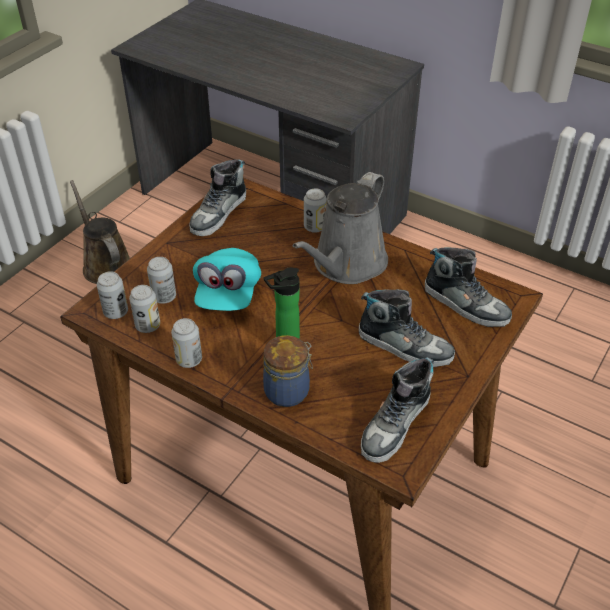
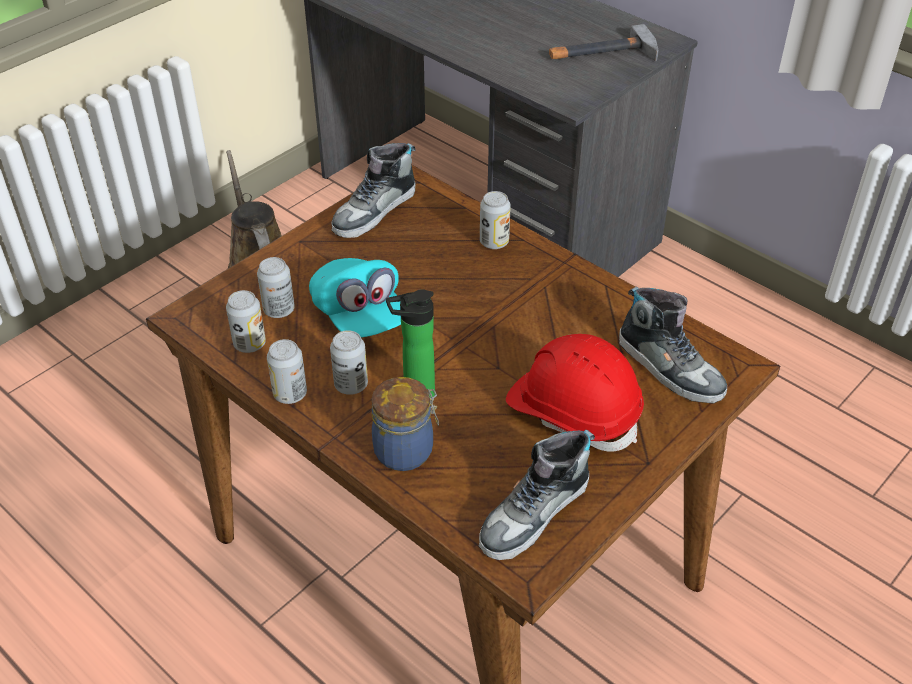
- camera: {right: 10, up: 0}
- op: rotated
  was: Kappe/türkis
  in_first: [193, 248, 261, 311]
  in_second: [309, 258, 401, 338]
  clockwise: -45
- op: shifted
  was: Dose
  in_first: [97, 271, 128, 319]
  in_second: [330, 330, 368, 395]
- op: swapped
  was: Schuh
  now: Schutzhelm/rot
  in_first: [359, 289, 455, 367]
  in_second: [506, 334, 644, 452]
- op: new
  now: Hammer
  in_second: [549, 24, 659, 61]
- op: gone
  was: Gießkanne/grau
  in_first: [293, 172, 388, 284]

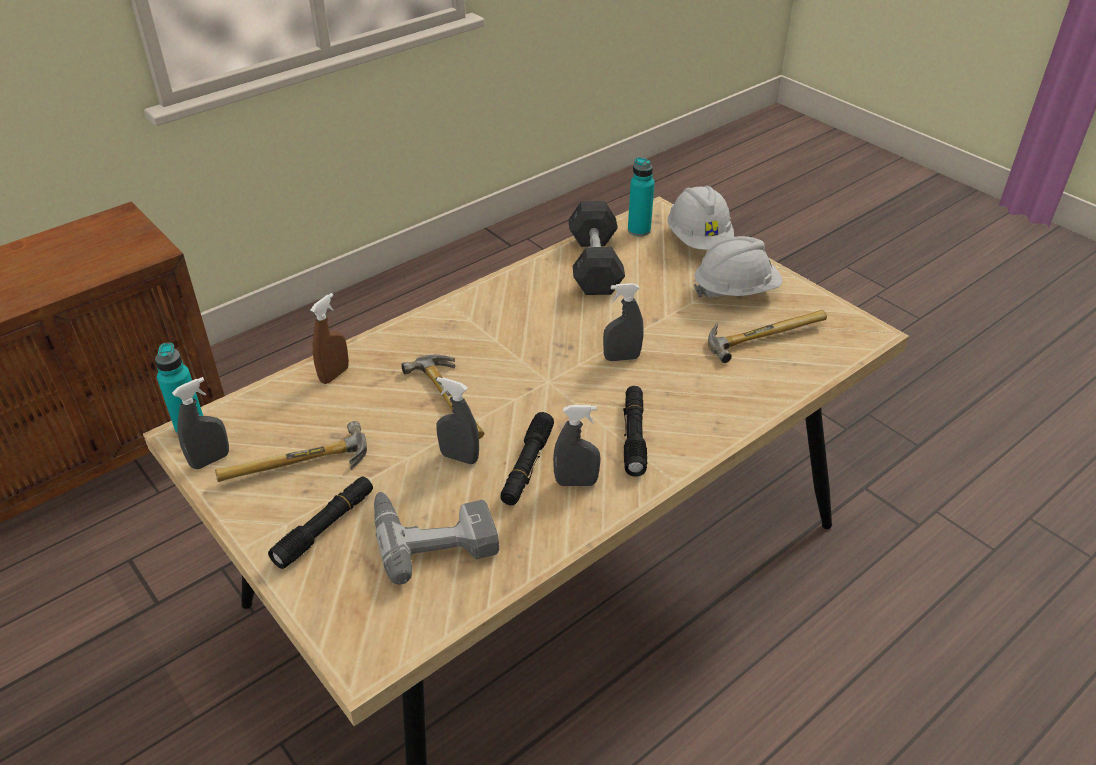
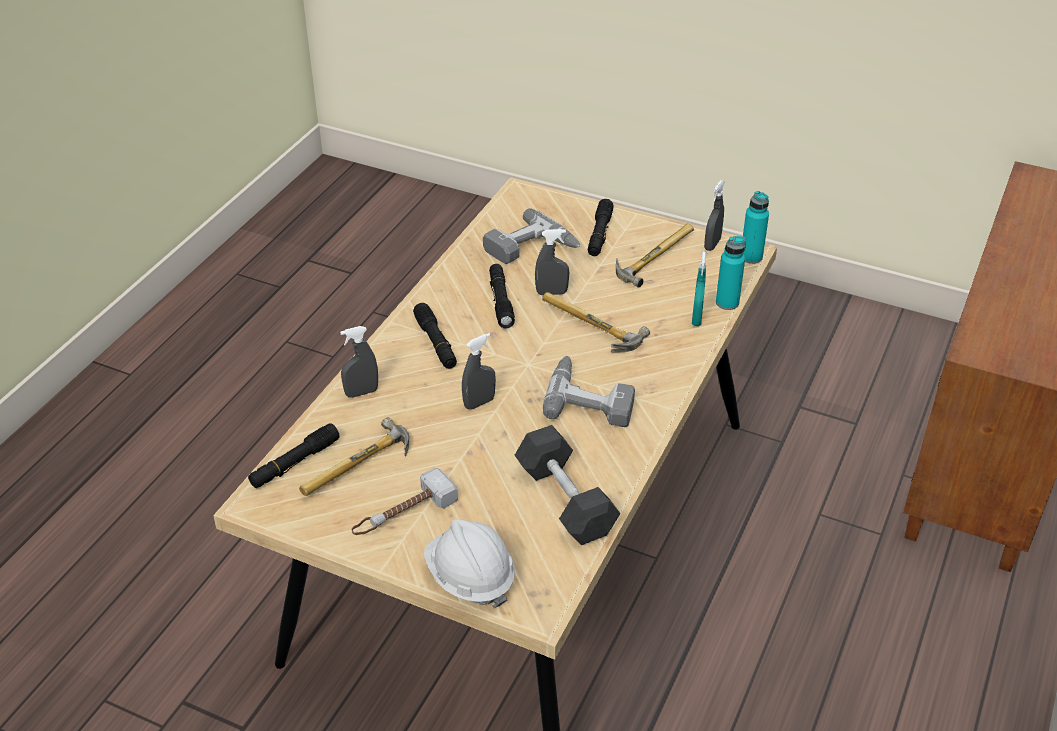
- camera: {right: 155, up: 0}
- op: new
  now: Taschenlampe/schwarz
  in_second: [248, 423, 340, 488]
- op: shifted
  was: Sprühflasche/grau
  in_first: [553, 405, 601, 486]
  in_second: [340, 326, 378, 398]
- op: swapped
  was: Schutzhelm/weiß
  now: Hammer
  in_first: [694, 236, 782, 298]
  in_second: [352, 468, 458, 535]
- op: new
  now: Bohrmaschine
  in_second: [543, 356, 635, 427]
- op: repainted
  was: Sprühflasche/braun
  now: Sprühflasche/türkis
  in_first: [310, 293, 349, 384]
  in_second: [692, 252, 707, 326]
- op: shifted
  was: Flasche/türkis
  in_first: [628, 157, 655, 237]
  in_second: [716, 236, 746, 310]

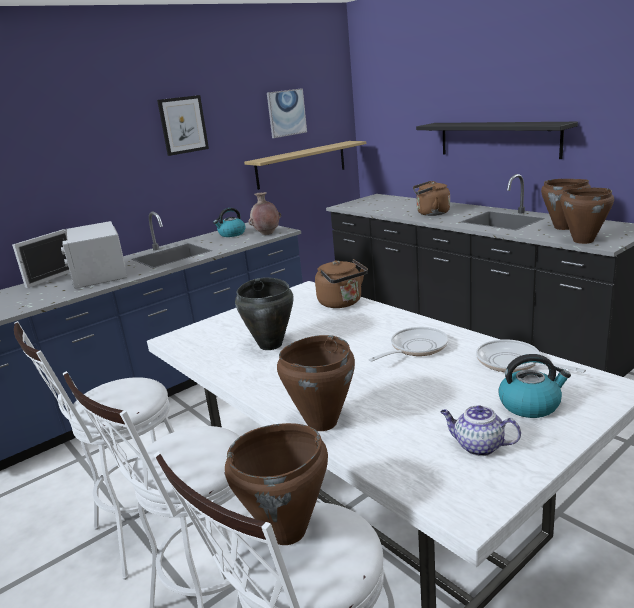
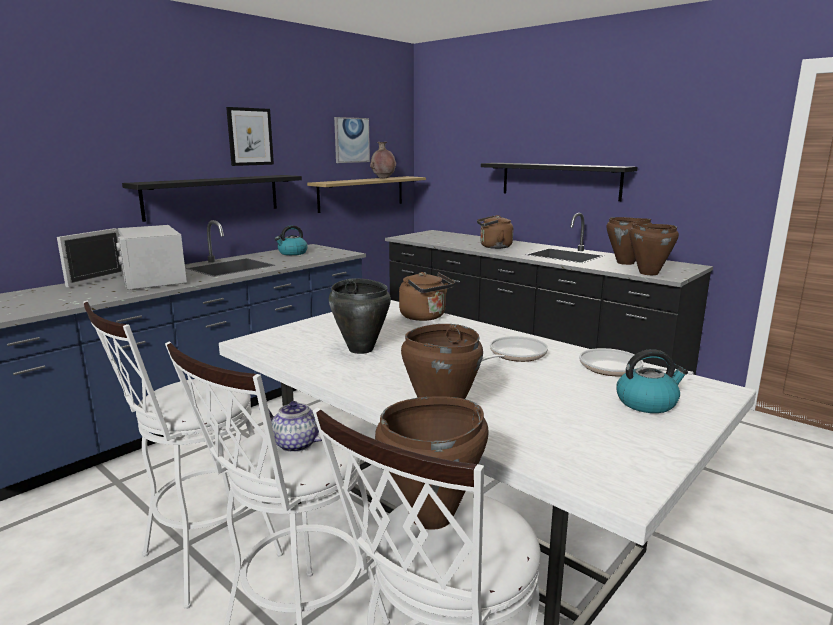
- camera: {right: -10, up: -5}
- op: new
  now: Wandregal/schwarz
  in_second: [122, 175, 302, 222]
- op: shifted
  was: Teekanne
  in_first: [440, 405, 521, 456]
  in_second: [268, 401, 322, 452]
- op: shifted
  was: Vase/braun
  in_first: [248, 192, 281, 235]
  in_second: [370, 142, 396, 179]

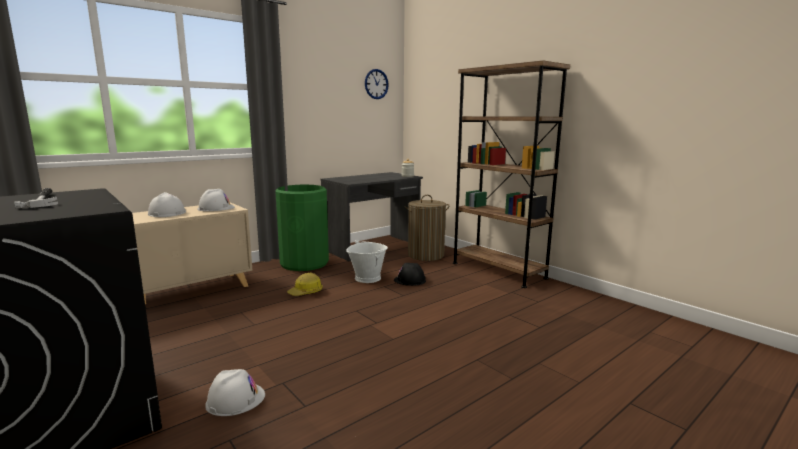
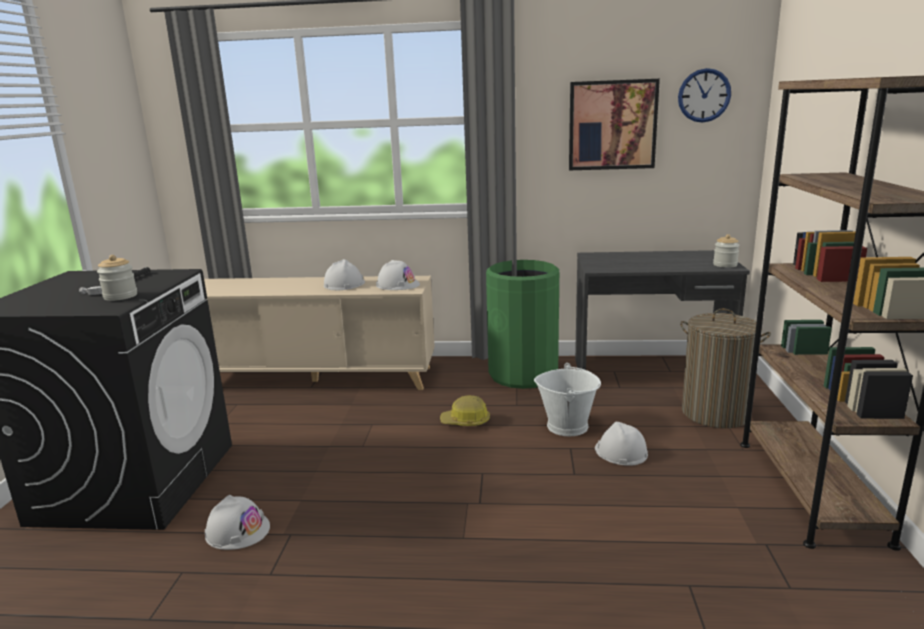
- camera: {right: 45, up: 5}
- op: new
  now: Vorratsglas
  in_second: [97, 255, 137, 301]
- op: new
  now: Bild
  in_second: [569, 79, 660, 170]
- op: repainted
  was: Schutzhelm/schwarz
  now: Schutzhelm/weiß
  in_first: [394, 263, 426, 286]
  in_second: [595, 422, 648, 466]

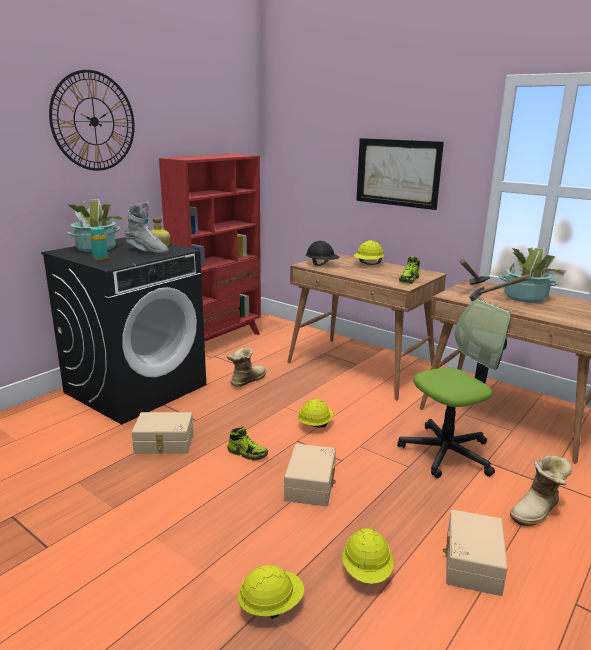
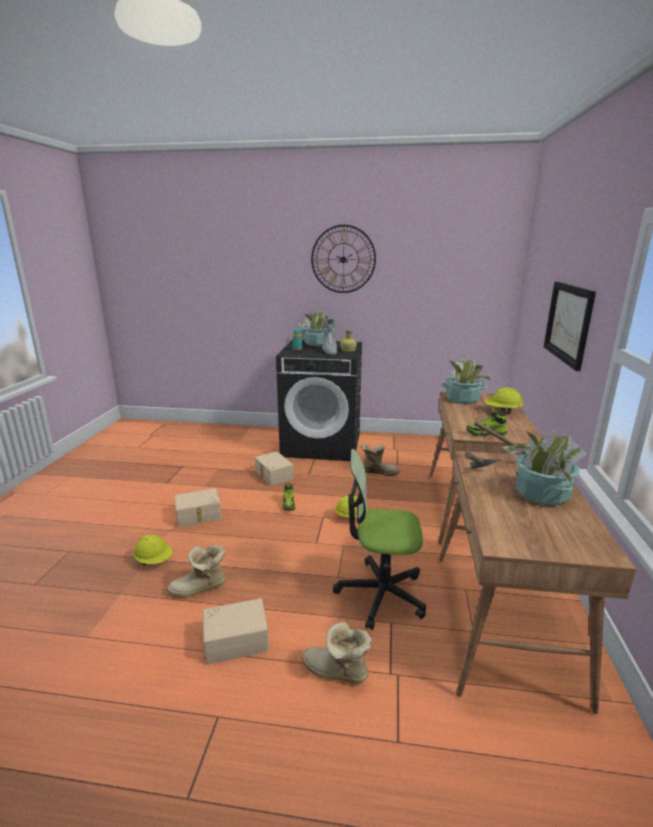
- camera: {right: 60, up: 0}
- op: swapped
  was: Schutzhelm/gelb
  now: Stiefel
  in_first: [342, 528, 394, 584]
  in_second: [167, 544, 226, 598]
- op: shifted
  was: Aufbewahrungsbox/beige
  in_first: [284, 444, 336, 507]
  in_second: [174, 488, 221, 527]
- op: rotated
  was: Bürostuhl
  in_first: [397, 300, 511, 478]
  in_second: [333, 449, 426, 630]
  clockwise: 150
- op: swapped
  was: Schutzhelm/schwarz
  now: Topfpflanze
  in_first: [306, 241, 340, 266]
  in_second: [441, 359, 493, 404]
- op: gone
  was: Bücherregal/rot
  in_first: [159, 154, 261, 342]

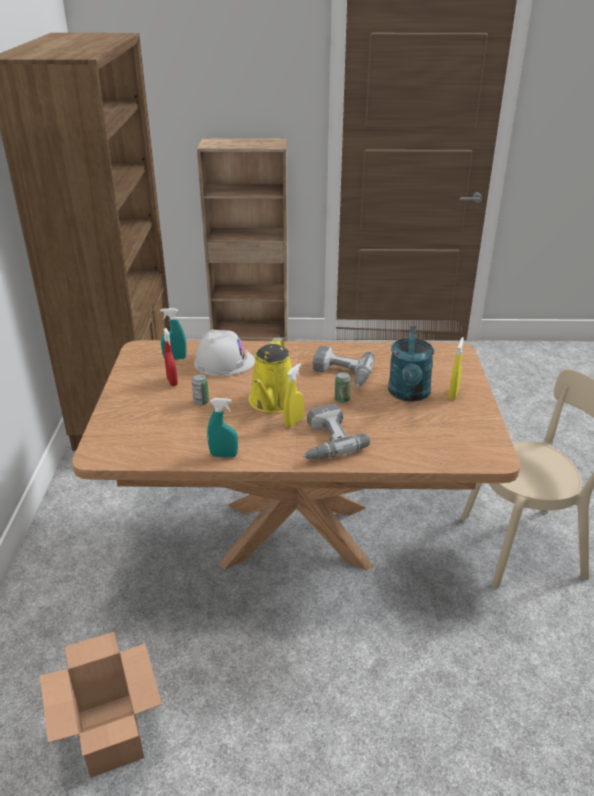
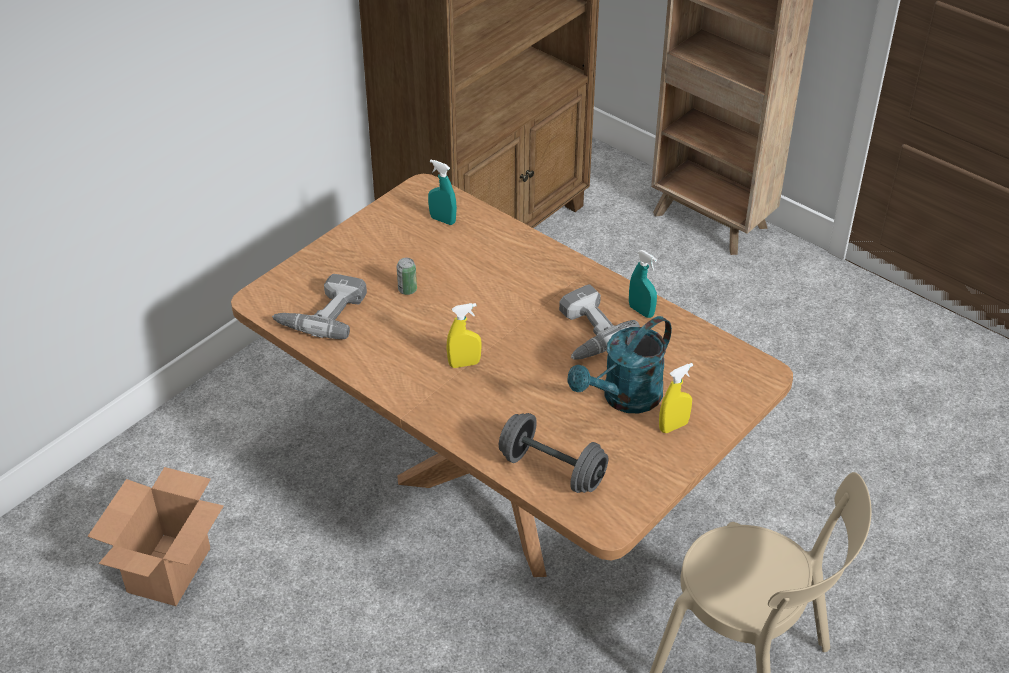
- camera: {right: 40, up: 10}
- op: shifted
  was: Bohrmaschine
  in_first: [303, 404, 370, 459]
  in_second: [272, 274, 367, 339]
- op: new
  now: Hantel/grau
  in_second: [499, 413, 608, 493]
- op: shifted
  was: Sprühflasche/türkis
  in_first: [207, 398, 238, 458]
  in_second: [629, 250, 657, 318]
- op: gone
  was: Sprühflasche/rot
  in_first: [164, 328, 178, 386]
- op: gone
  was: Schutzhelm/weiß
  in_first: [194, 330, 255, 376]
- op: gone
  was: Gießkanne/gelb
  in_first: [249, 338, 297, 413]
- op: gone
  was: Dose
  in_first: [335, 372, 351, 403]

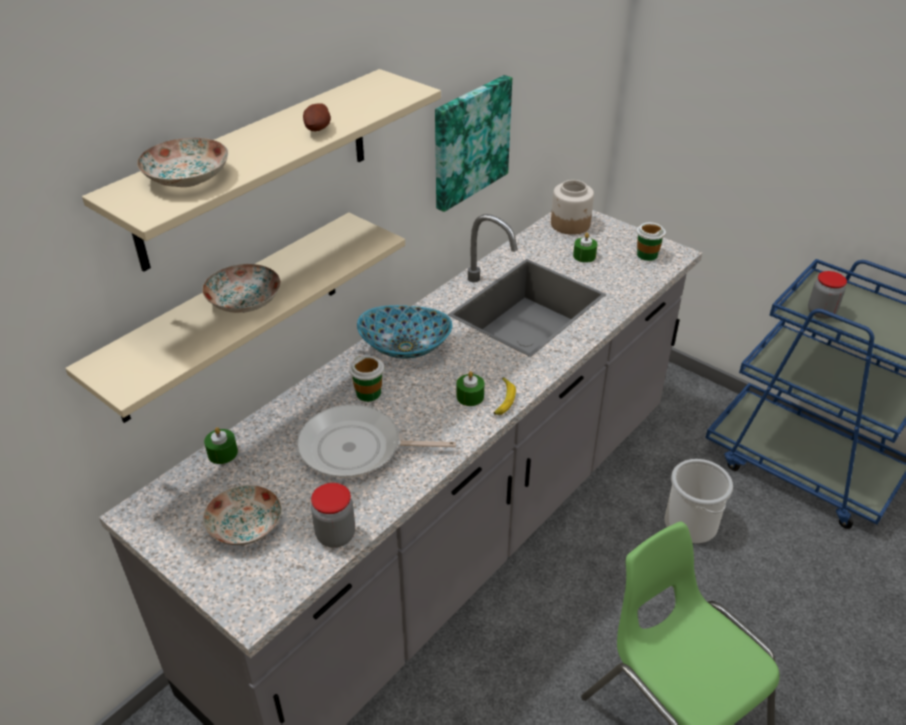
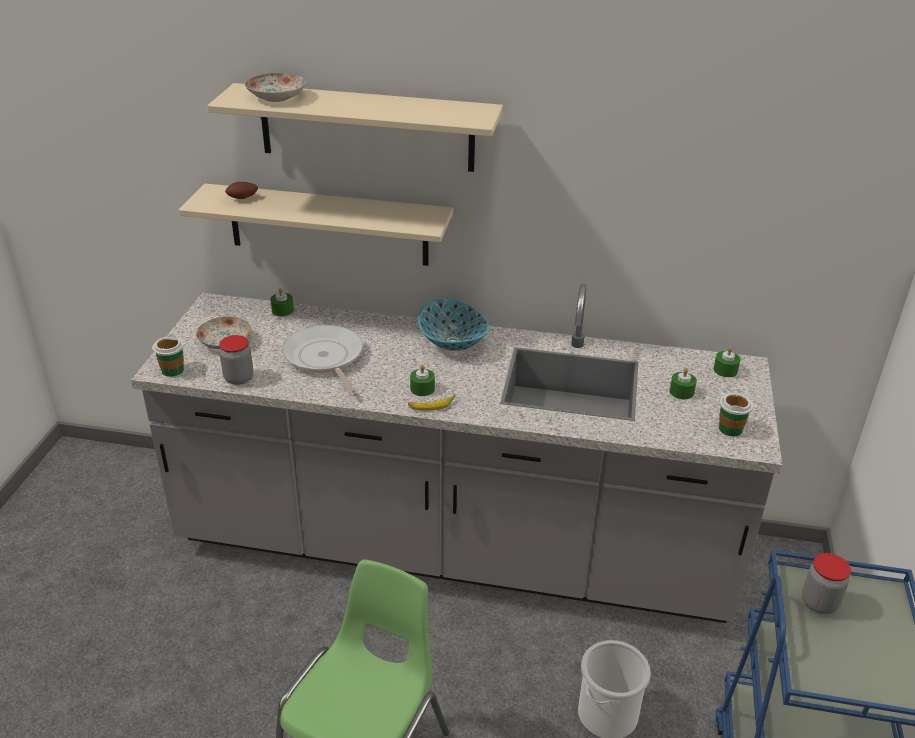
- camera: {right: 60, up: -5}
- op: shifted
  was: Tasse
  in_first: [349, 356, 384, 402]
  in_second: [152, 335, 184, 377]
- op: shifted
  was: Kartoffel
  in_first: [303, 104, 331, 131]
  in_second: [225, 182, 258, 199]
- op: swapped
  was: Vorratsglas
  now: Kerze/grün
  in_first: [551, 180, 594, 235]
  in_second: [714, 347, 740, 377]
- op: gone
  was: Teller
  in_first: [202, 264, 280, 313]
- op: gone
  was: Bild
  in_first: [435, 75, 512, 212]

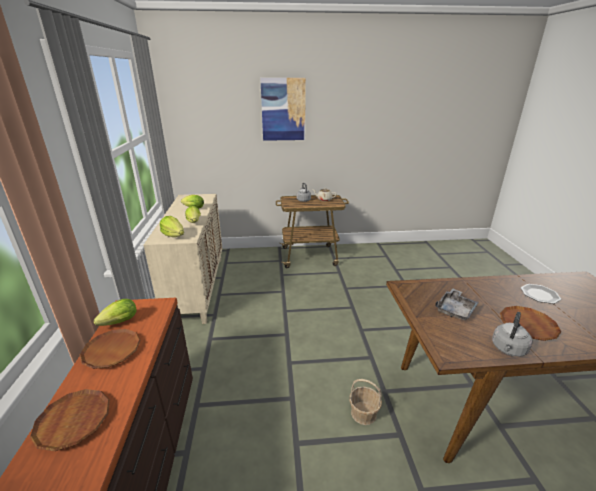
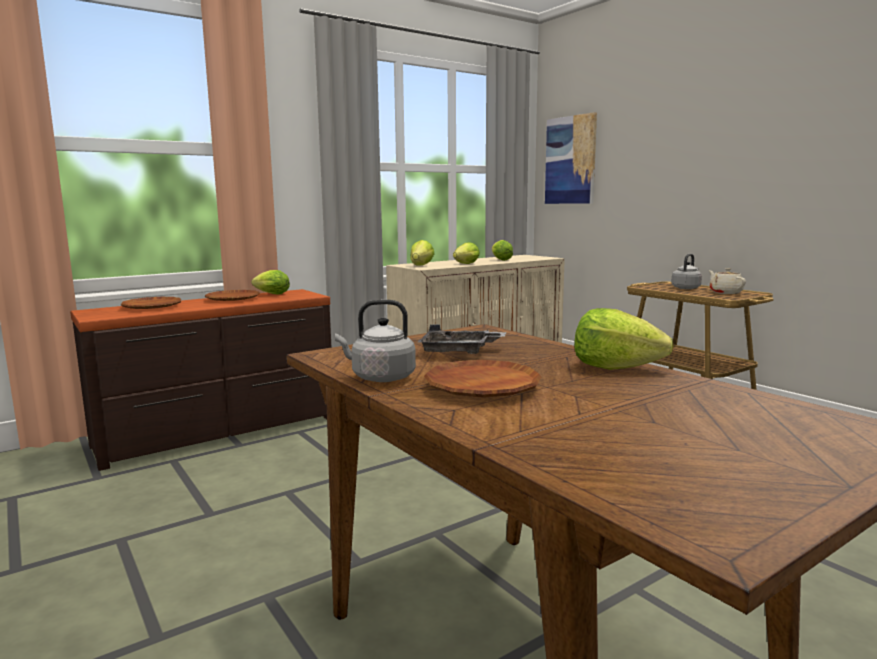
- camera: {right: 60, up: -15}
- op: shifted
  was: Bild
  in_first: [260, 78, 306, 141]
  in_second: [545, 112, 597, 204]
- op: new
  now: Salatkopf
  in_second: [574, 308, 674, 370]
- op: gone
  was: Korb
  in_first: [349, 379, 382, 425]
- op: gone
  was: Teller
  in_first: [521, 284, 561, 304]

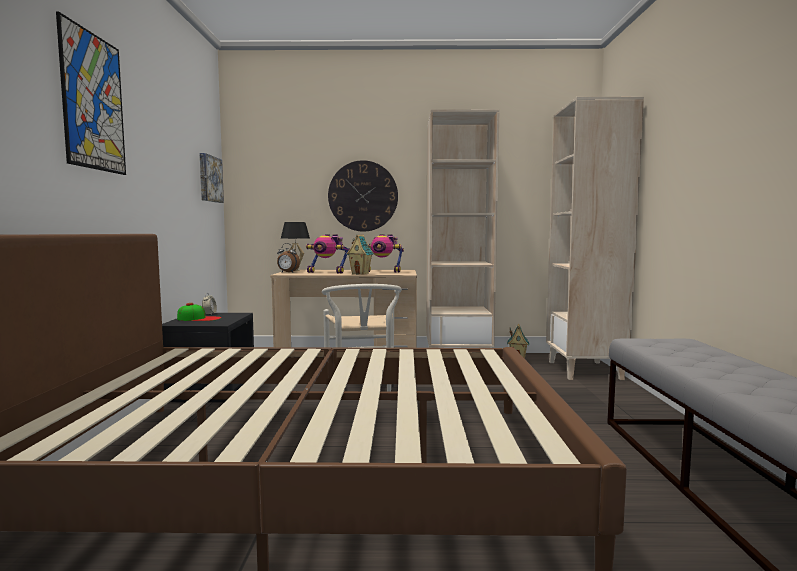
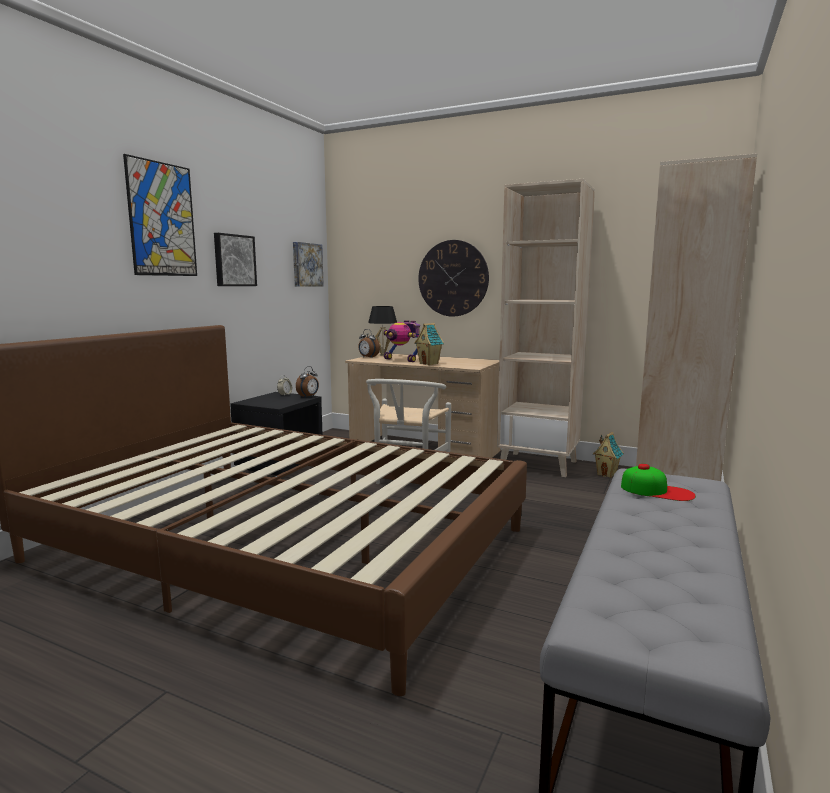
- camera: {right: 25, up: 5}
- op: new
  now: Bild
  in_second: [214, 233, 257, 286]
- op: new
  now: Wecker
  in_second: [296, 366, 319, 397]
- op: shifted
  was: Kappe
  in_first: [177, 303, 222, 321]
  in_second: [621, 464, 696, 501]
- op: gone
  was: Spielzeugroboter
  in_first: [368, 234, 404, 272]

